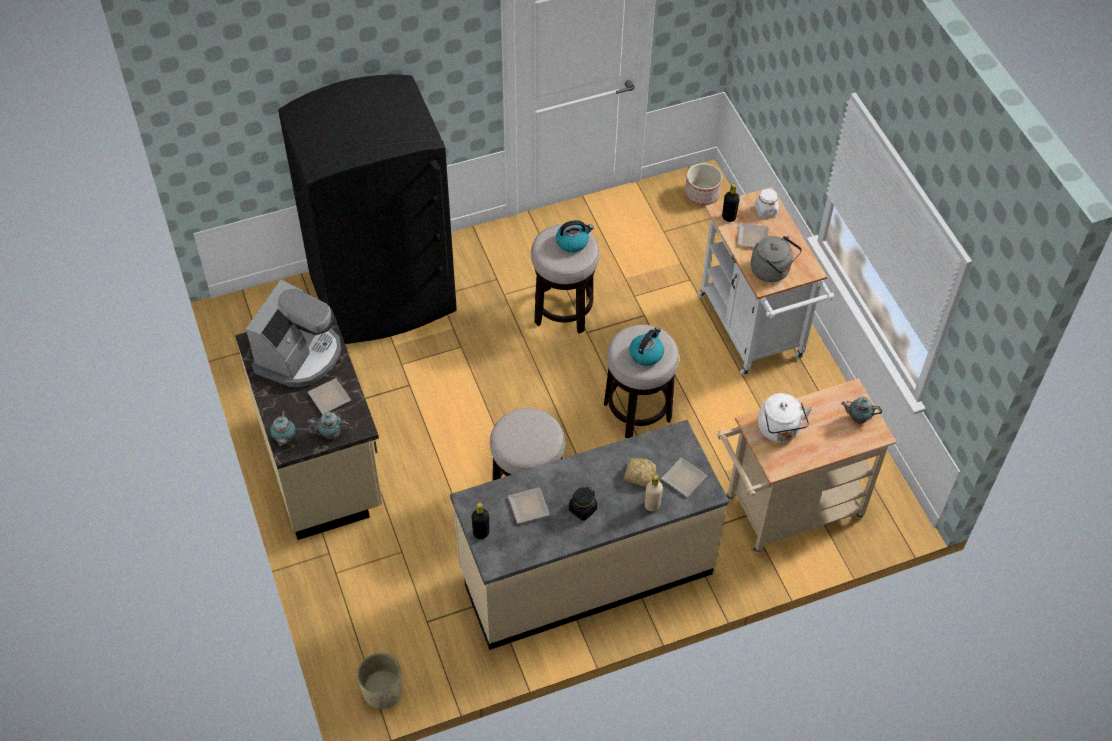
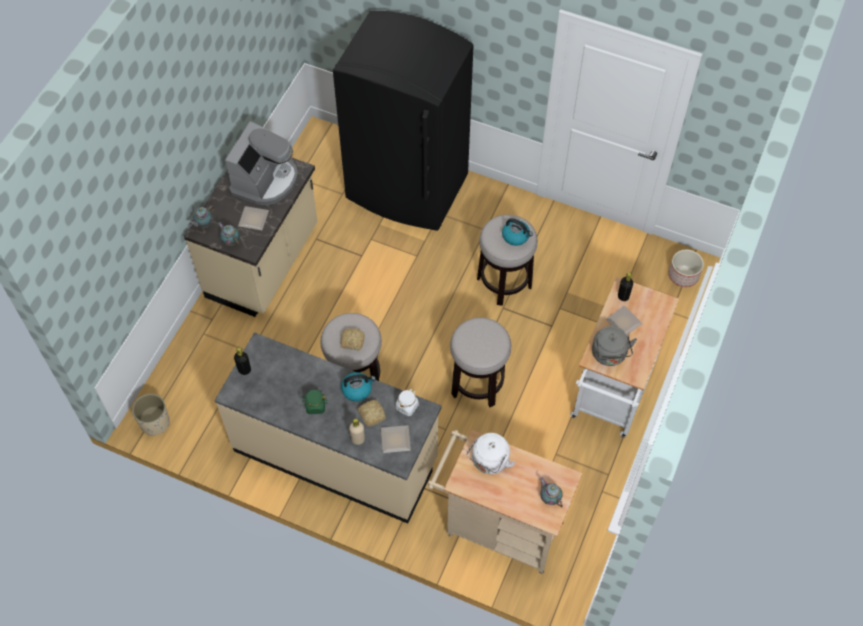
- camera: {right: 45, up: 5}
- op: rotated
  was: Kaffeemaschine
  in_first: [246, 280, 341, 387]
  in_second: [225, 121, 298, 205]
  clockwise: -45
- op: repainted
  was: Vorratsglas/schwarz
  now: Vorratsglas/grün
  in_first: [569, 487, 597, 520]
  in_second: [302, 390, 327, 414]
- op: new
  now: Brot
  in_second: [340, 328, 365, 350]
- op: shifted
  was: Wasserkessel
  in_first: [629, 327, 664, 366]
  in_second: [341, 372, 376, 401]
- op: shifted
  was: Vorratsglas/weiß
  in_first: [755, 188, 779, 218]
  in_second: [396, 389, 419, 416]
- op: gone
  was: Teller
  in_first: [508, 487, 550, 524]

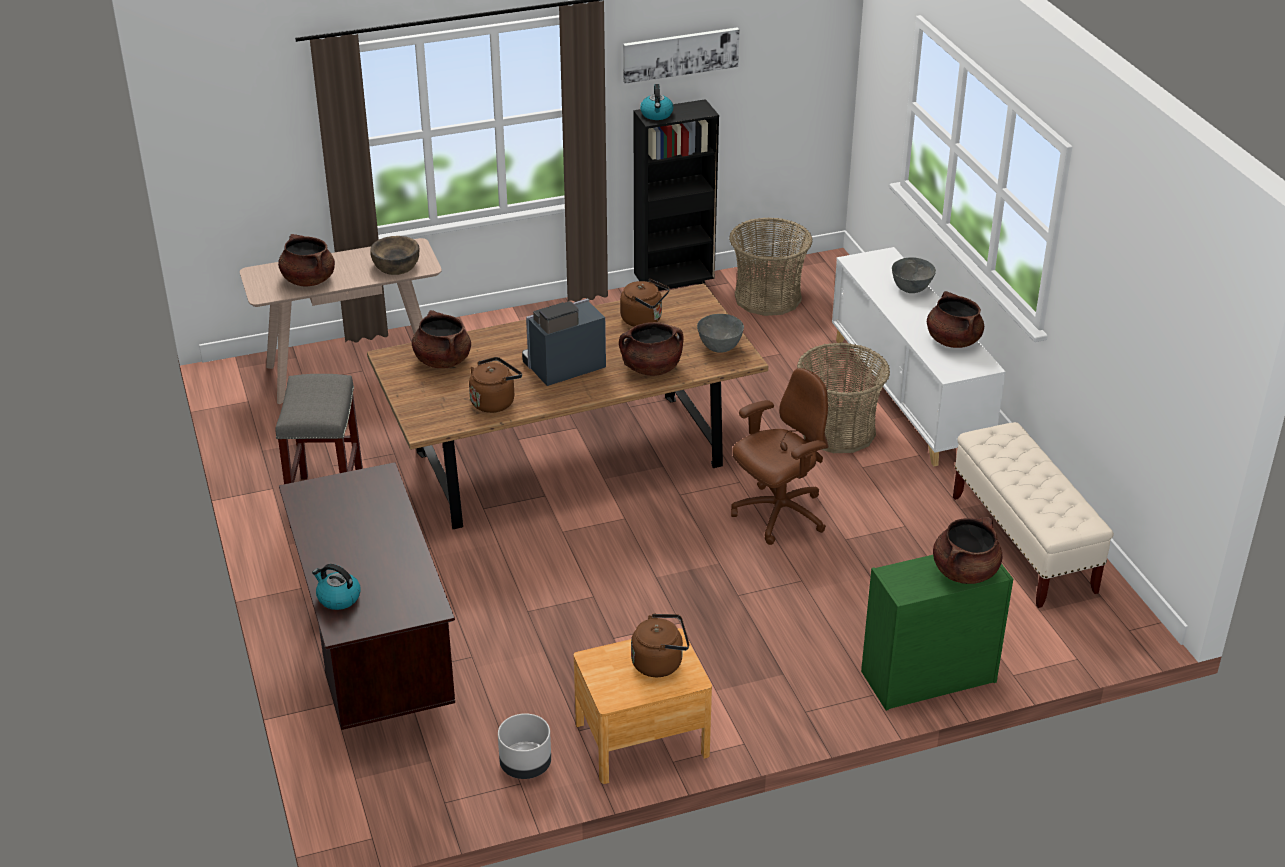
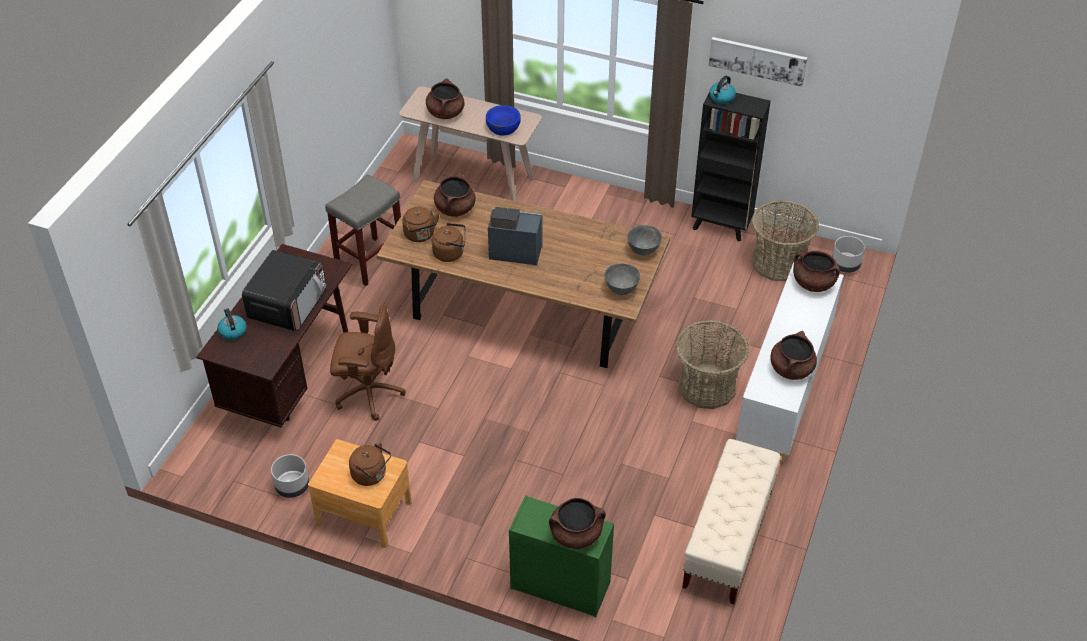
- camera: {right: 40, up: 10}
- op: new
  now: Mikrowelle
  in_second: [242, 250, 326, 332]
- op: shifted
  was: Bürostuhl/braun
  in_first: [731, 368, 828, 545]
  in_second: [330, 305, 406, 421]
- op: shifted
  was: Wasserkessel/braun
  in_first: [620, 279, 670, 327]
  in_second: [402, 207, 439, 242]
- op: repainted
  was: Schüssel/braun
  now: Schüssel/blau
  in_first: [370, 236, 419, 275]
  in_second: [486, 105, 521, 136]
- op: shifted
  was: Schüssel/grau
  in_first: [892, 257, 936, 293]
  in_second: [627, 225, 662, 255]
- op: shifted
  was: Kochtopf/braun
  in_first: [619, 322, 683, 376]
  in_second: [793, 251, 840, 292]
- op: new
  now: Pflanzkübel/grau
  in_second: [832, 236, 865, 273]

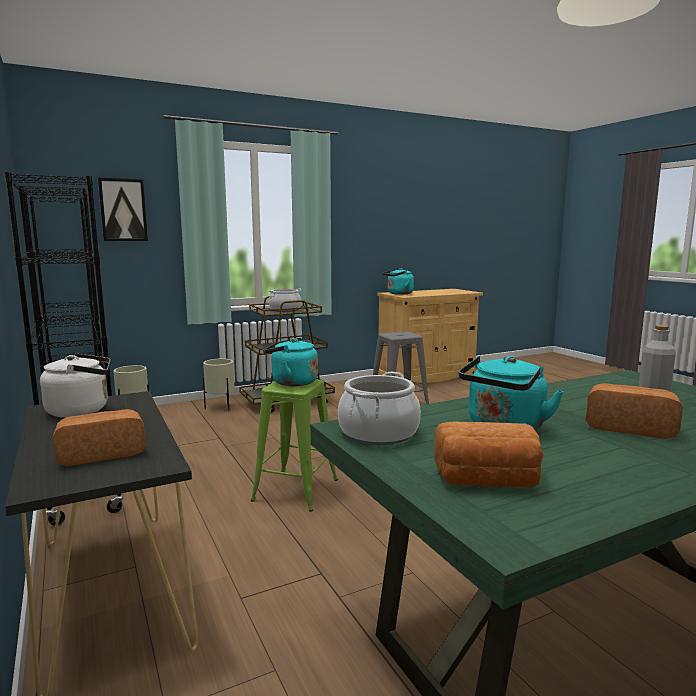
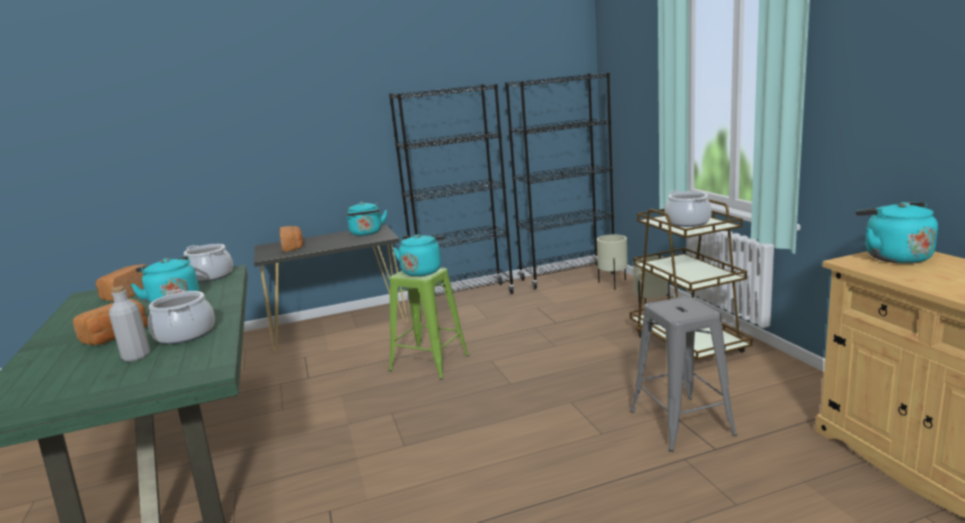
- camera: {right: 100, up: 5}
- op: new
  now: Kochtopf
  in_second: [148, 289, 215, 344]
- op: repainted
  was: Wasserkessel/weiß
  now: Wasserkessel/türkis
  in_first: [40, 354, 110, 417]
  in_second: [347, 202, 387, 236]
- op: gone
  was: Bild
  in_first: [98, 178, 148, 241]

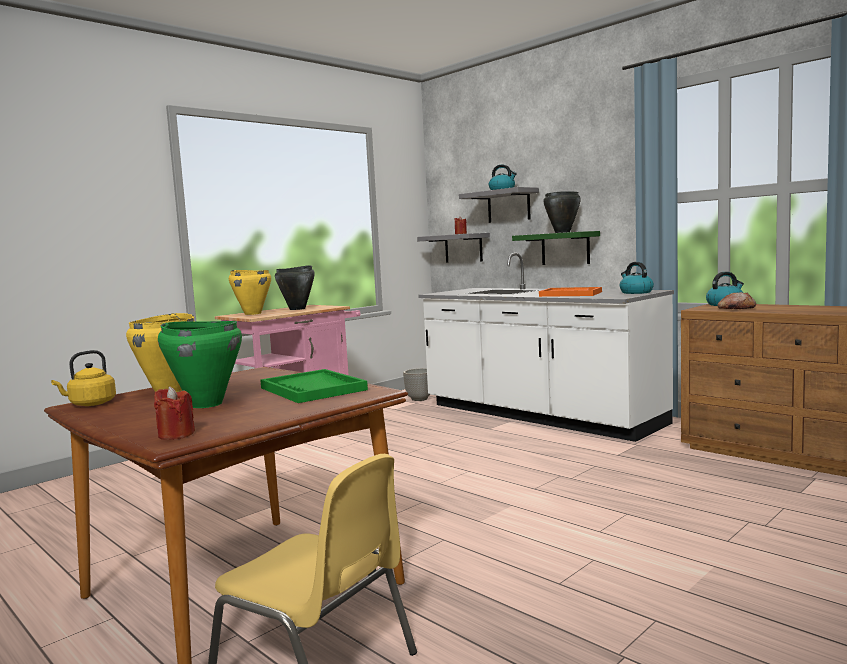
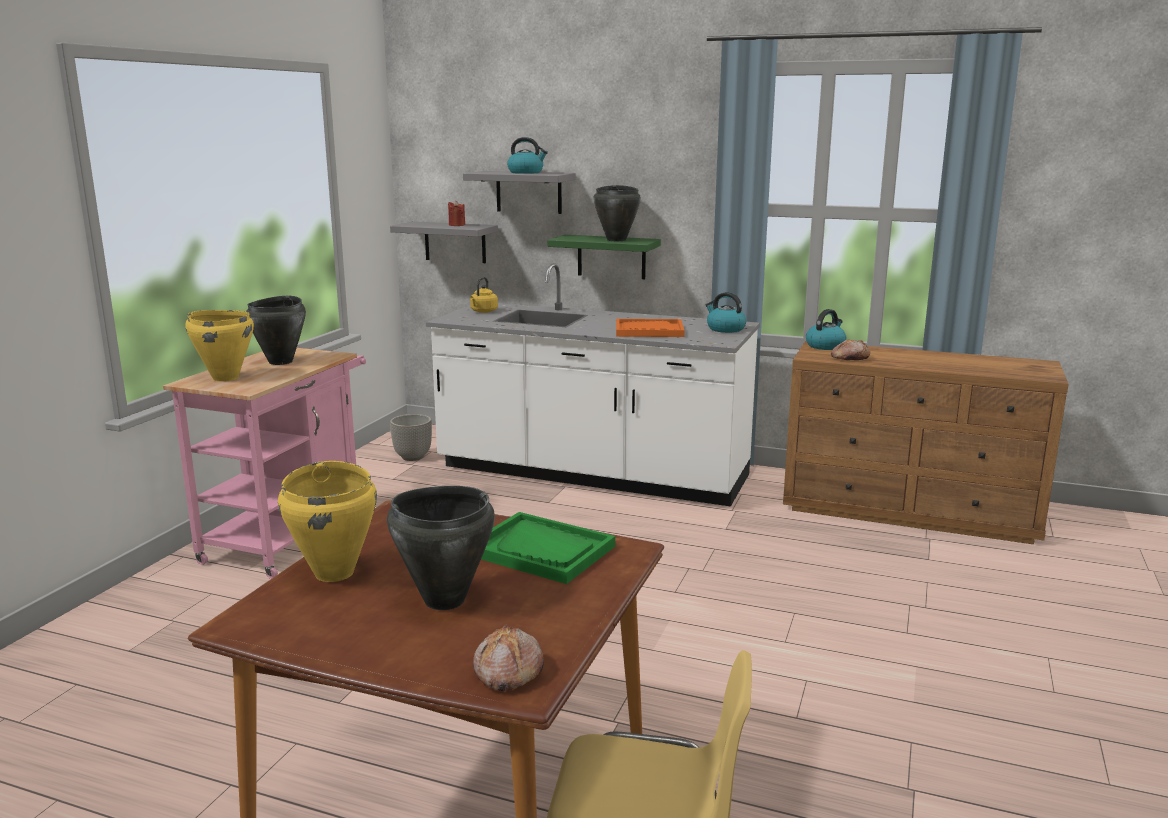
- camera: {right: -25, up: 10}
- op: repainted
  was: Kochtopf/grün
  now: Kochtopf/schwarz
  in_first: [158, 321, 242, 408]
  in_second: [387, 486, 495, 610]
- op: shifted
  was: Wasserkessel/gelb
  in_first: [51, 350, 116, 406]
  in_second: [470, 277, 498, 313]
- op: swapped
  was: Kerze/rot
  now: Brot
  in_first: [154, 386, 195, 440]
  in_second: [473, 624, 544, 691]

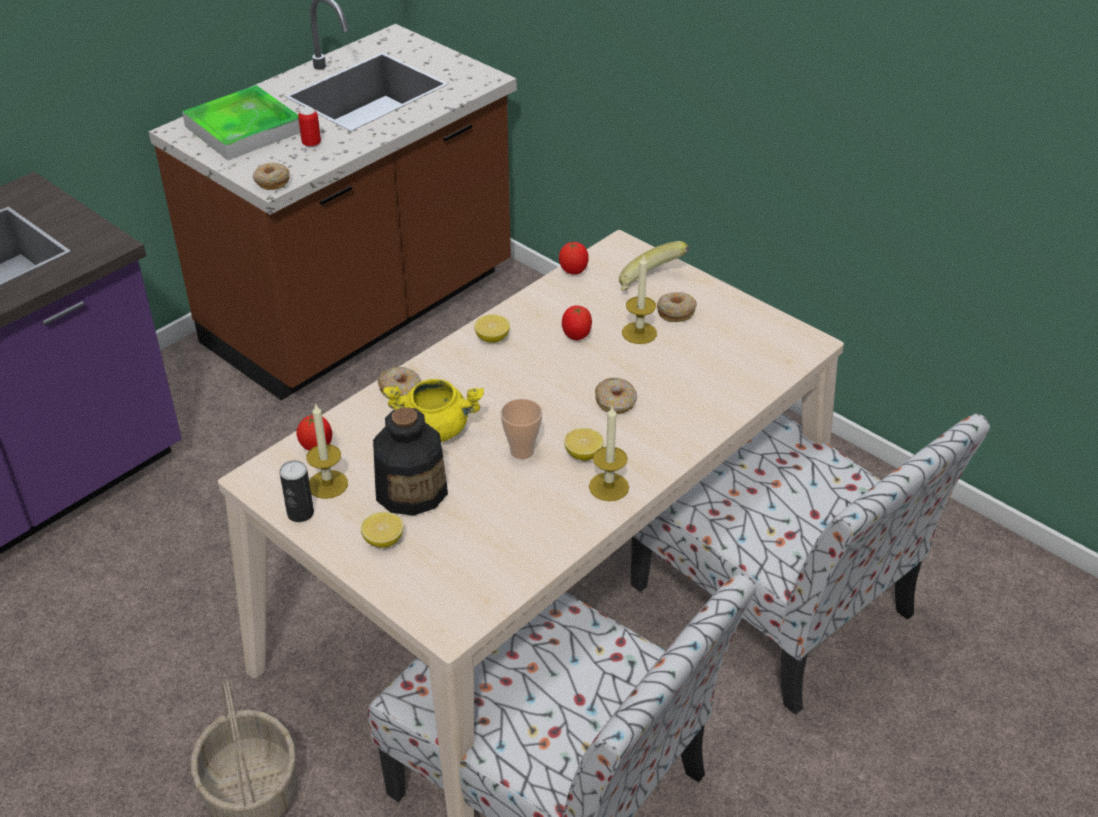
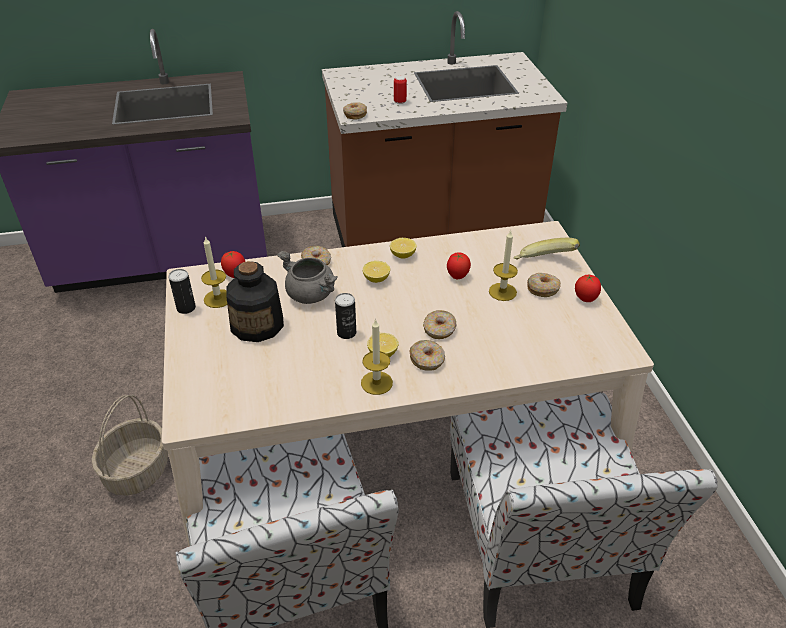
- camera: {right: 35, up: 0}
- op: repainted
  was: Kochtopf/gelb
  now: Kochtopf/grau
  in_first: [383, 379, 484, 442]
  in_second: [277, 251, 338, 304]
- op: swapped
  was: Tasse
  now: Dose
  in_first: [500, 398, 542, 459]
  in_second: [335, 293, 356, 339]
- op: shifted
  was: Zitrone
  in_first: [361, 512, 404, 548]
  in_second: [363, 261, 390, 283]
- op: new
  now: Donut
  in_second: [409, 340, 445, 371]
- op: shifted
  was: Tomate
  in_first: [559, 242, 589, 275]
  in_second: [575, 275, 601, 302]
- op: gone
  was: Tablett
  in_first: [182, 85, 300, 160]

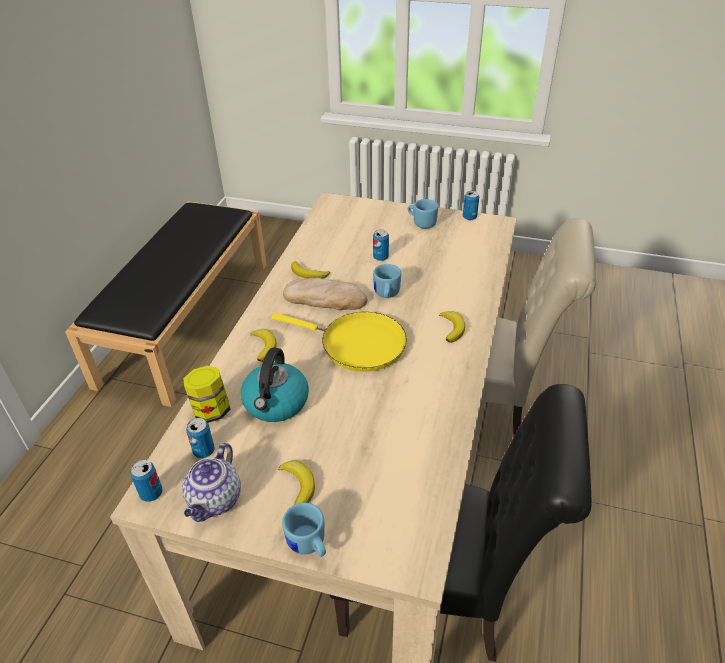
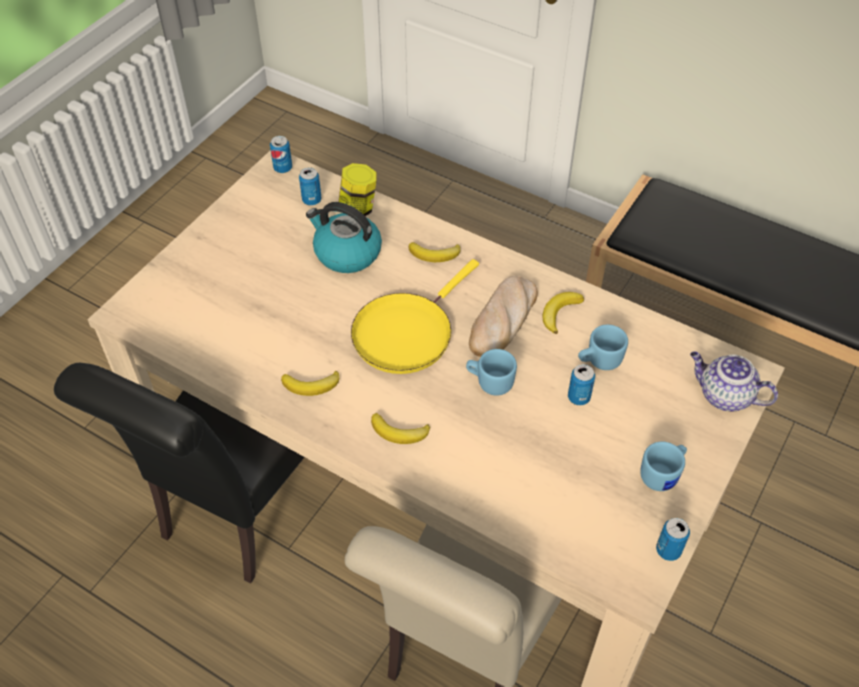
- camera: {right: 105, up: 10}
- op: shifted
  was: Banane
  in_first: [278, 460, 315, 505]
  in_second: [281, 371, 339, 396]
- op: shifted
  was: Henkelbecher/blau
  in_first: [282, 502, 326, 557]
  in_second: [578, 324, 628, 370]
- op: shifted
  was: Teekanne
  in_first: [182, 443, 241, 522]
  in_second: [690, 351, 778, 412]

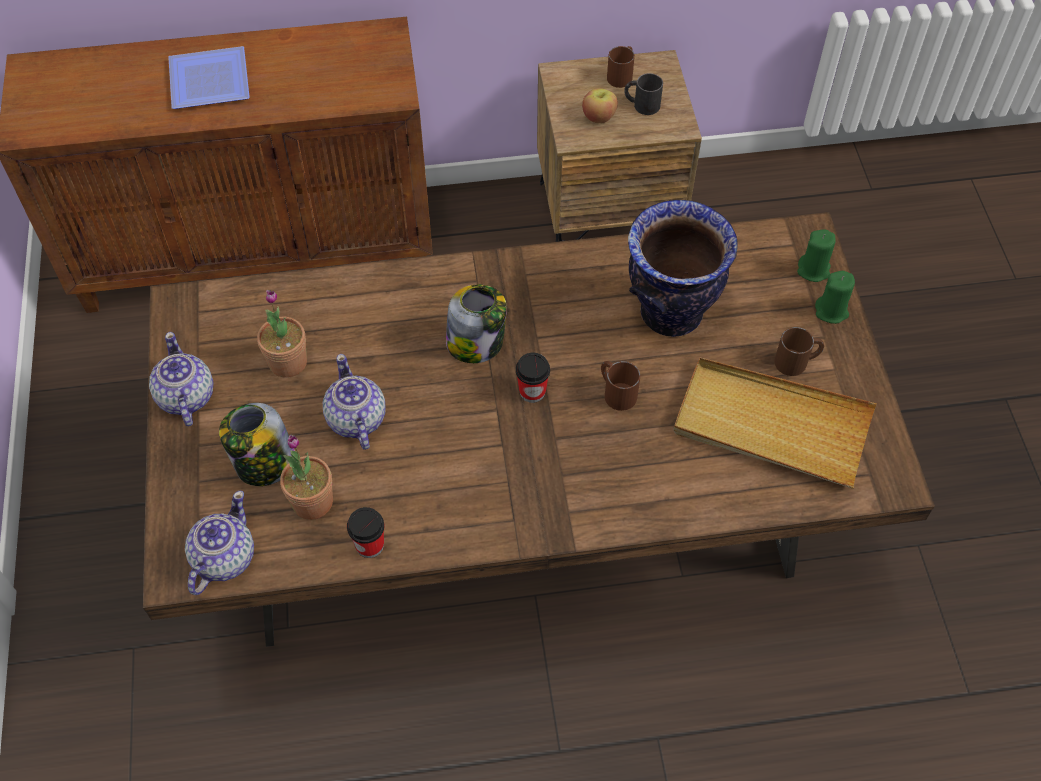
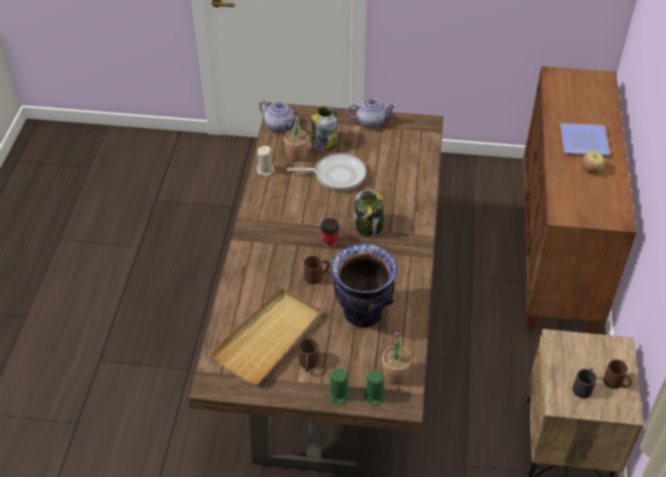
- camera: {right: 105, up: -10}
- op: swapped
  was: Tasse
  now: Kerze/beige
  in_first: [347, 507, 384, 558]
  in_second: [257, 146, 275, 176]
- op: swapped
  was: Teekanne
  now: Pfanne
  in_first: [323, 354, 386, 450]
  in_second: [287, 153, 367, 191]
- op: shifted
  was: Topfpflanze
  in_first: [257, 290, 307, 378]
  in_second: [382, 329, 412, 385]
- op: shifted
  was: Apfel
  in_first: [582, 88, 618, 123]
  in_second: [582, 151, 605, 173]

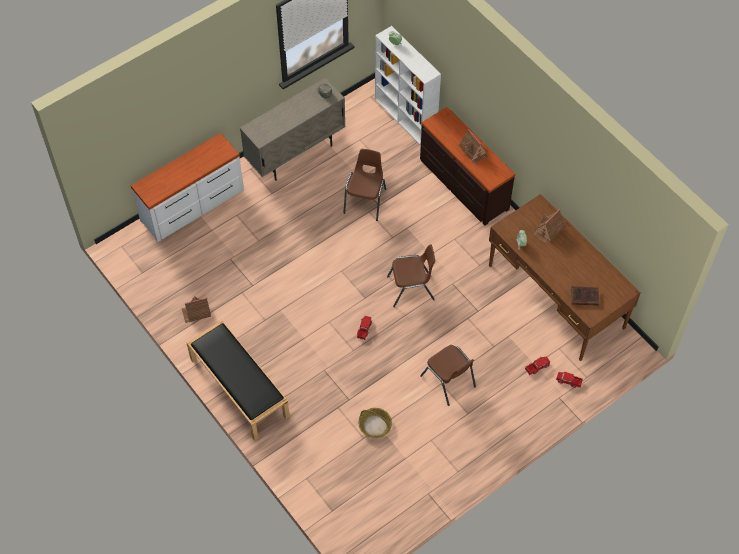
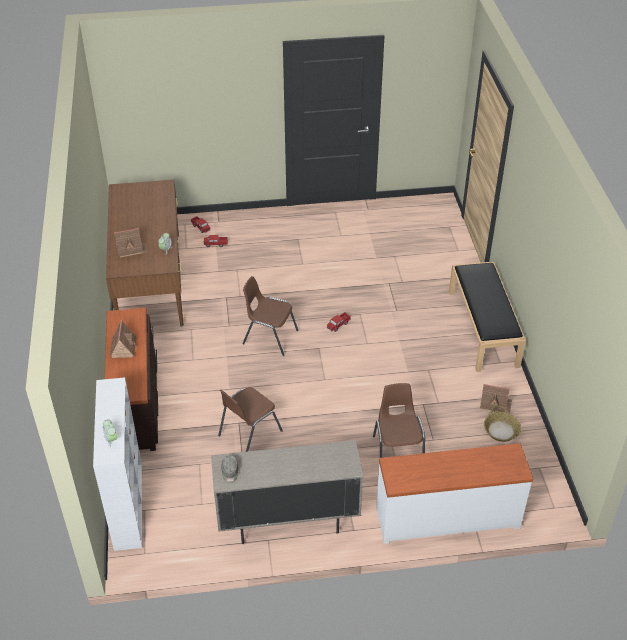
- camera: {right: -150, up: -15}
- op: shifted
  was: Stuhl/braun
  in_first: [420, 345, 476, 406]
  in_second: [373, 383, 425, 458]
- op: shifted
  was: Korb
  in_first: [359, 408, 392, 438]
  in_second: [484, 405, 521, 442]
- op: gone
  was: Buch/braun
  in_first: [571, 286, 599, 306]

